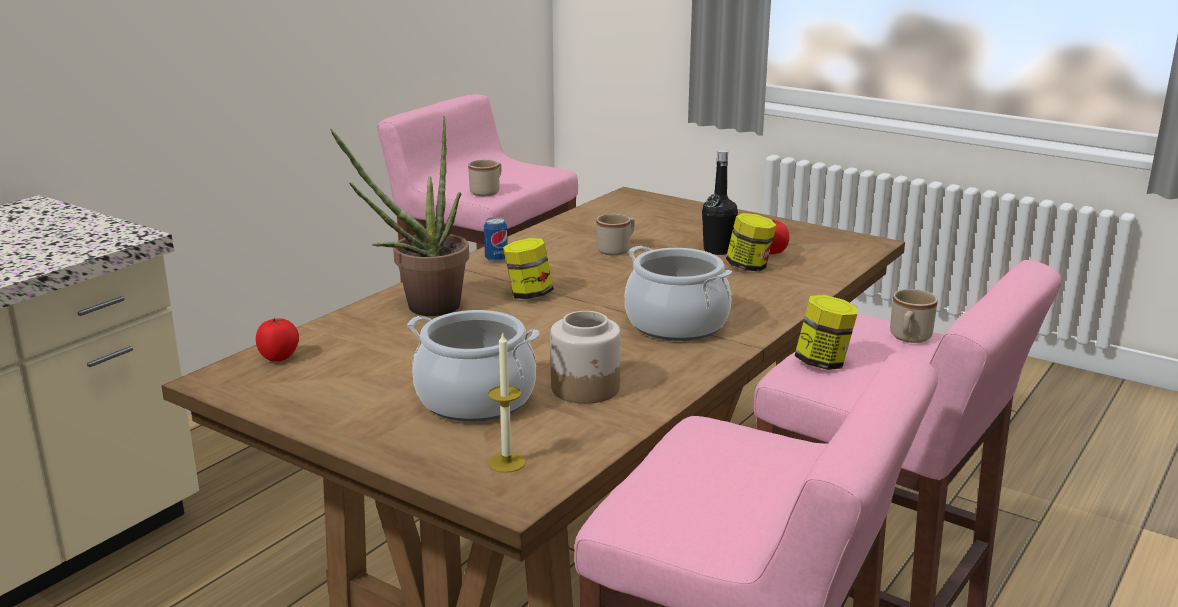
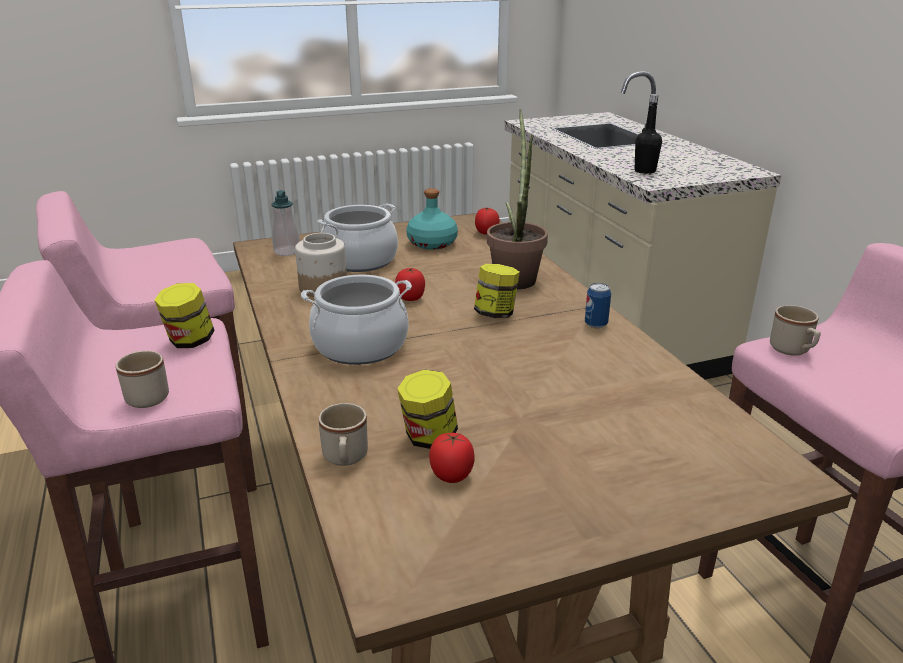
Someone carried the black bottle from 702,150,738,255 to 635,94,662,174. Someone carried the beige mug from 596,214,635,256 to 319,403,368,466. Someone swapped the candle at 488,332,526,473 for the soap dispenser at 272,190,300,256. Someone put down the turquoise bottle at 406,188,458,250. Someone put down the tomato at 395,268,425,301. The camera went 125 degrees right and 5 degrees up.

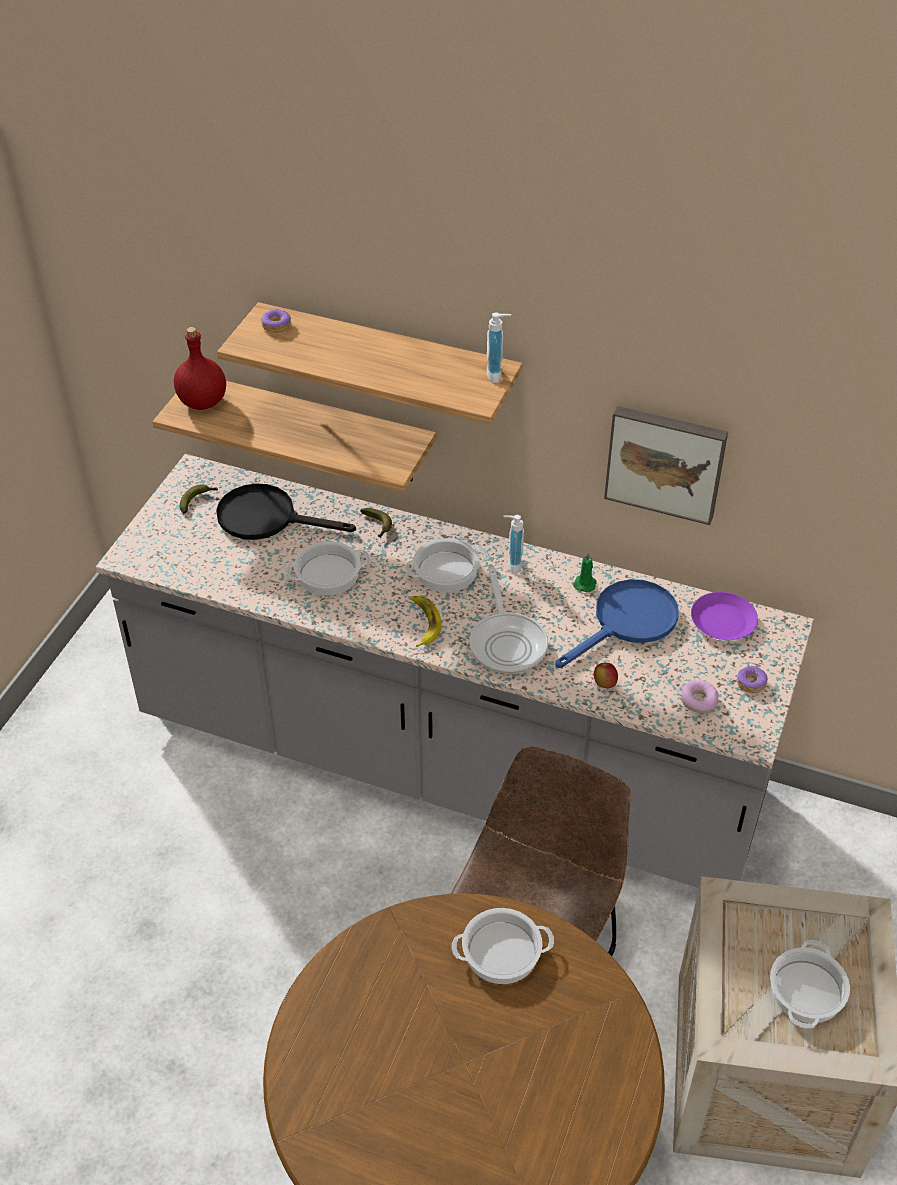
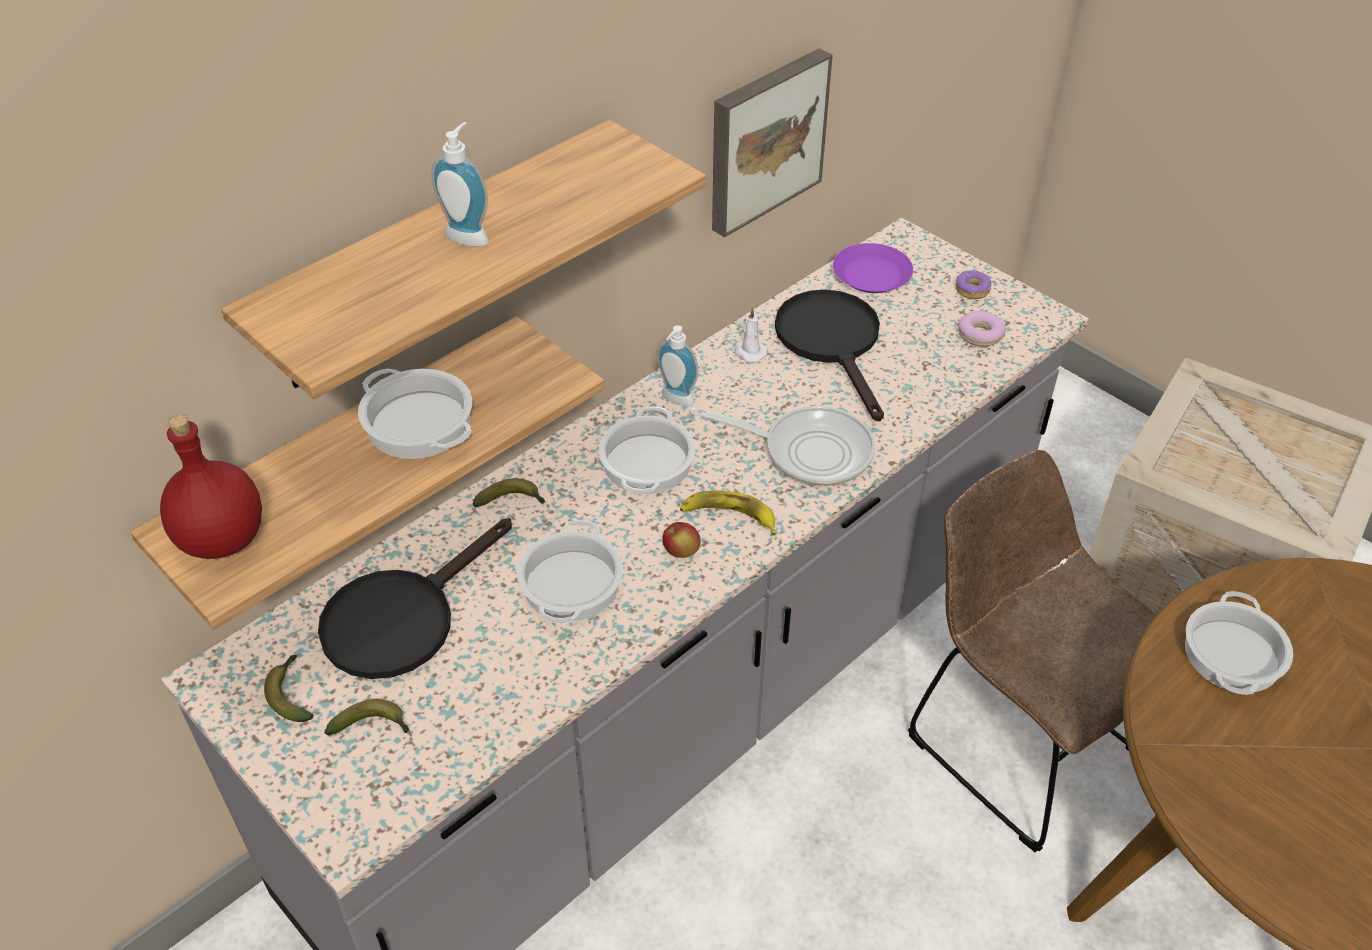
Someone took away the donut at 261,309,291,333. Someone carried the soap dispenser from 486,312,511,383 to 431,122,489,246. Someone repainted the green candle at 573,552,597,592, which became the white candle at 734,307,767,363. Someone repainted the blue frying pan at 555,579,679,668, which became the black frying pan at 775,289,884,421. Someone carried the apple from 594,663,618,688 to 662,522,701,558. Someone carried the cooking pot from 770,940,850,1029 to 358,369,472,459. Someone put down the banana at 325,699,410,736. The camera went 65 degrees left and 0 degrees up.

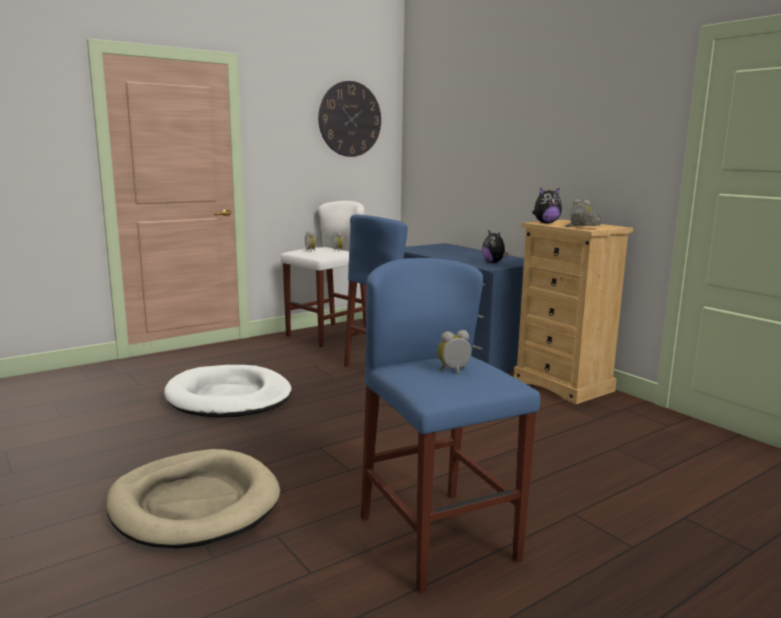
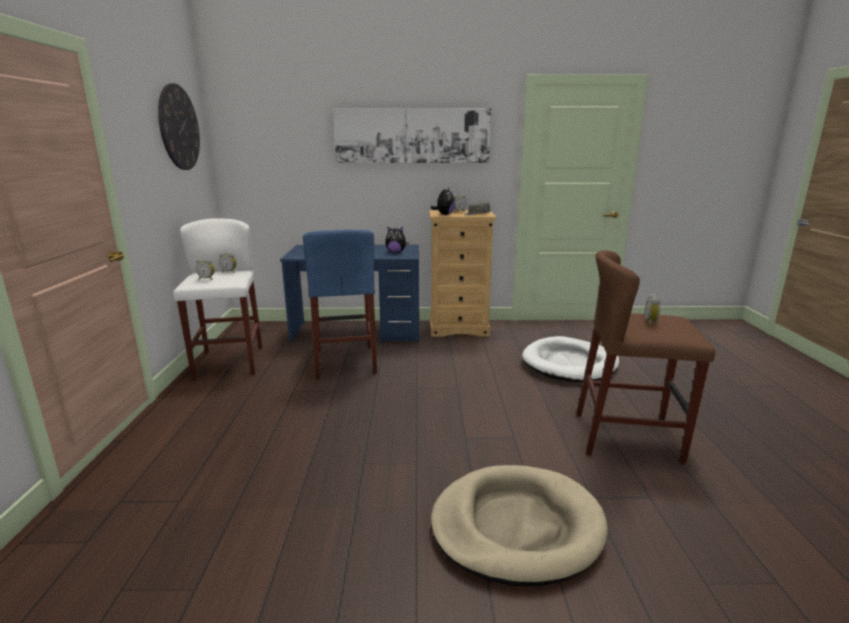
Someone repainted the blue stool at 361,258,541,593, which became the brown stool at 576,250,715,464. Someone carried the white dog bed from 164,365,292,417 to 522,336,620,382. Someone put up the picture at 333,108,491,163. The camera went 55 degrees left and 5 degrees up.

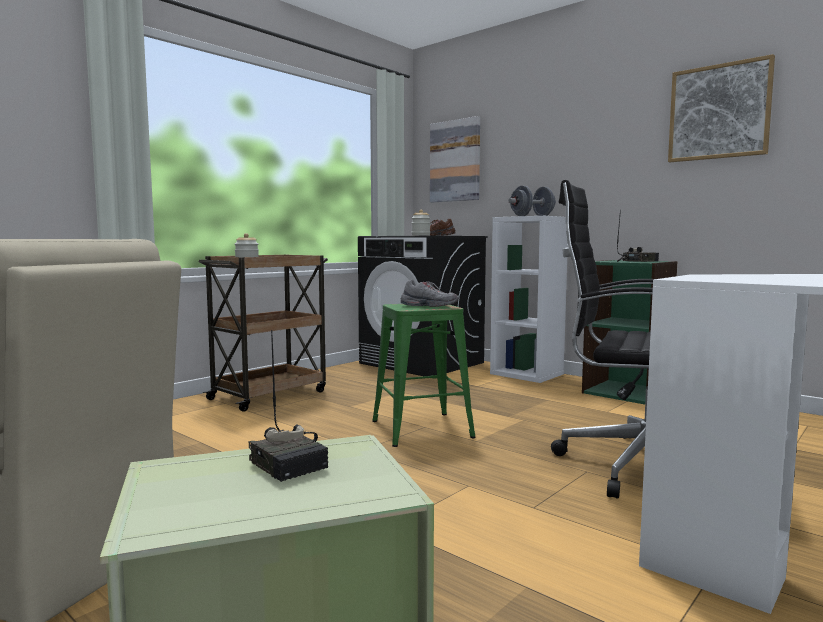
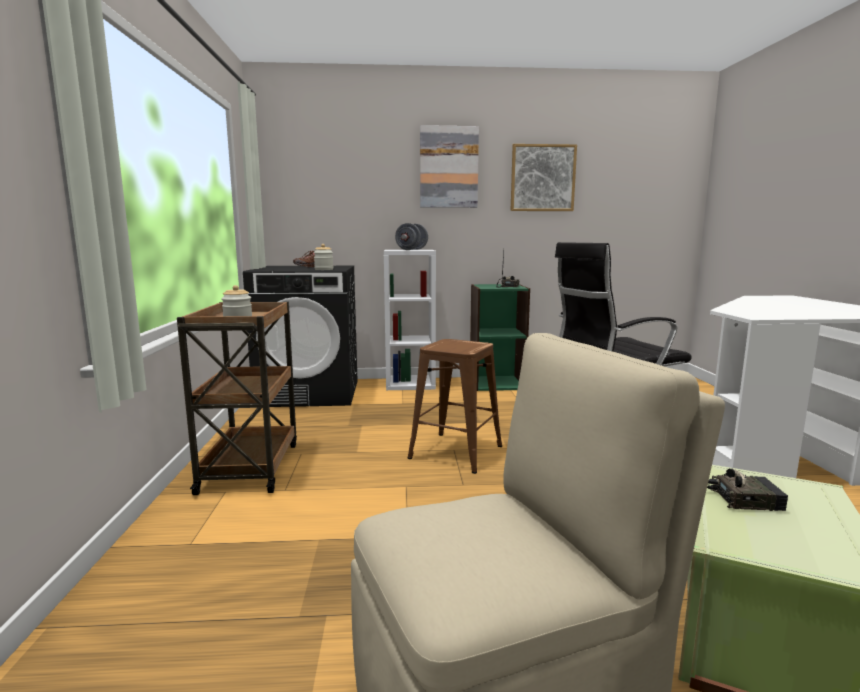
Someone carried the picture from 430,116,480,202 to 420,125,479,208. Someone took away the grey shoe at 401,280,459,307. Someone repainted the green stool at 372,304,476,447, which became the brown stool at 408,339,502,474. The camera went 45 degrees left and 5 degrees up.

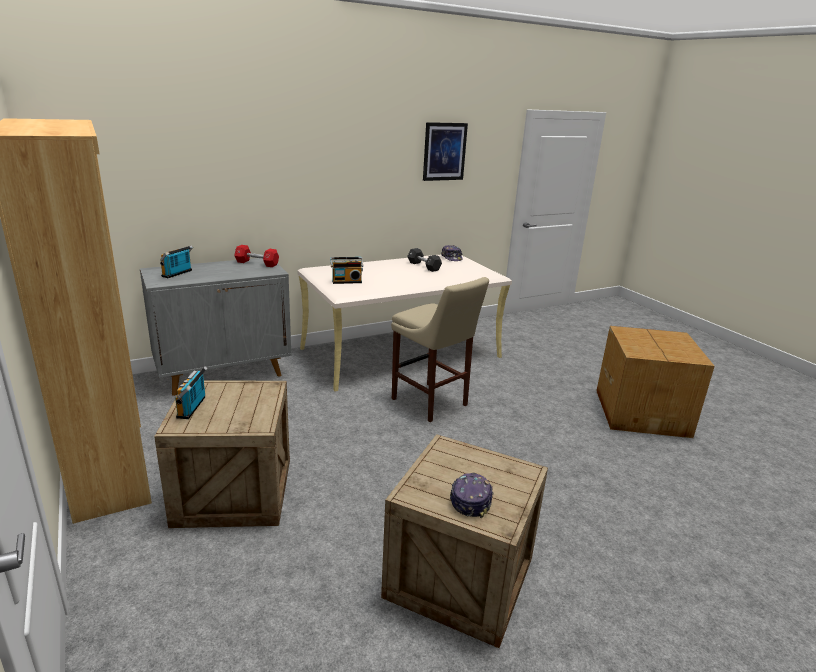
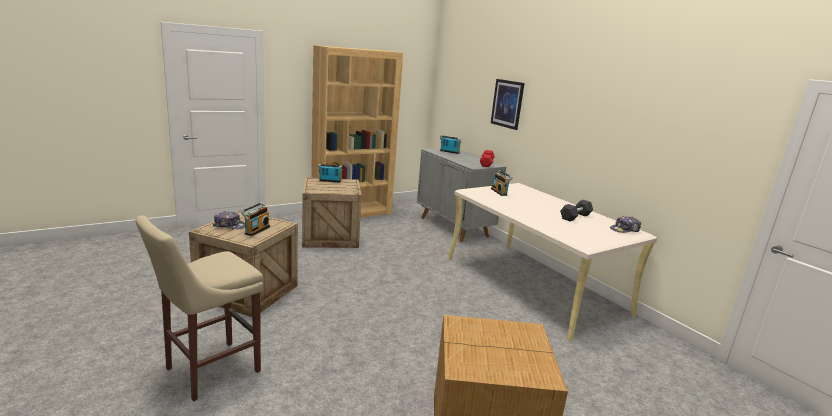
Someone carried the picture from 423,122,468,181 to 491,79,525,130. Someone carried the beige stool from 391,277,489,422 to 135,215,263,402. Someone put down the radio at 241,202,270,236. The camera went 85 degrees right and 5 degrees down.

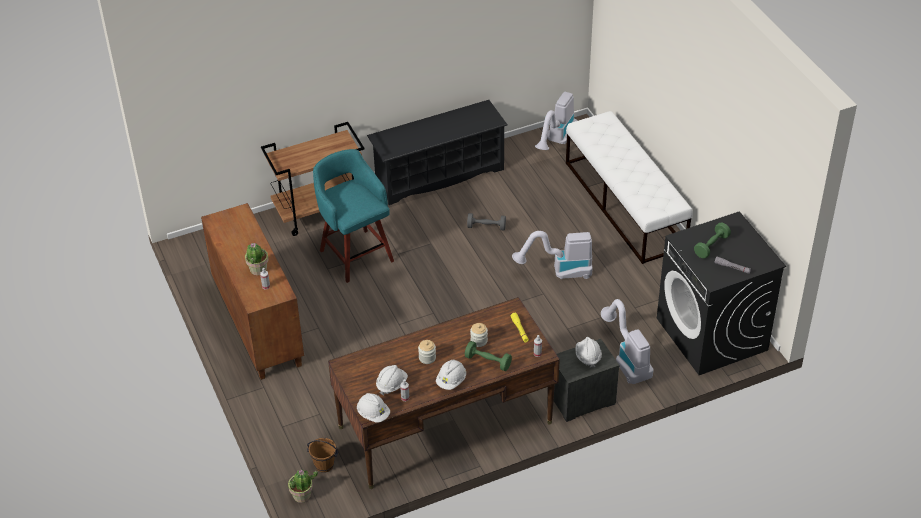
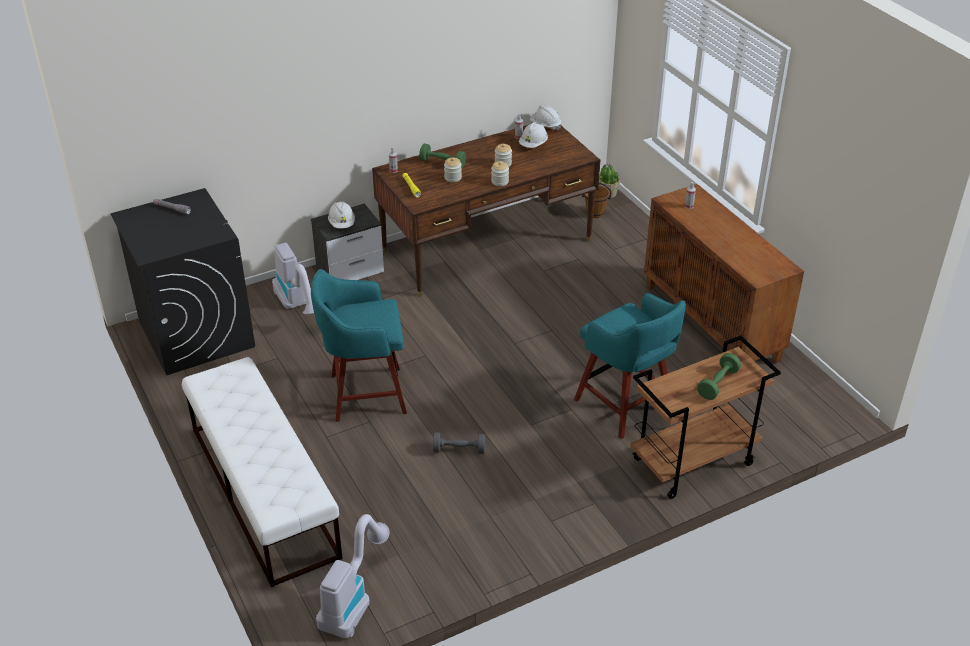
Someone took away the black shoe rack at 367,100,508,205. Someone carried the green dumbbell from 694,223,731,259 to 697,353,741,400. Someone swapped the vacuum cleaner at 512,231,593,279 for the turquoise stool at 311,269,407,422. Someone took away the potted plant at 245,243,269,275. Someone took away the white hard hat at 436,359,466,390. Someone put down the jar at 491,161,509,186. The camera went 175 degrees right and 5 degrees down.

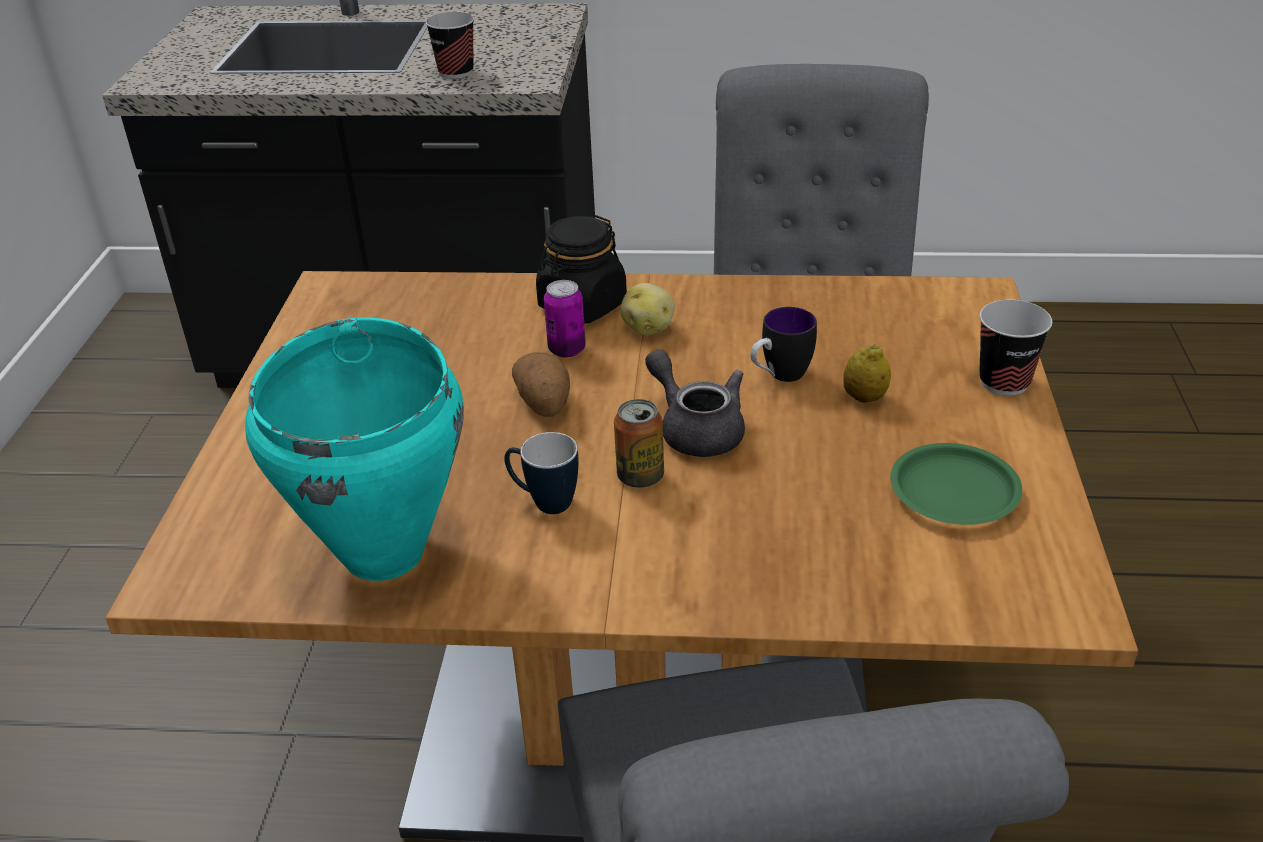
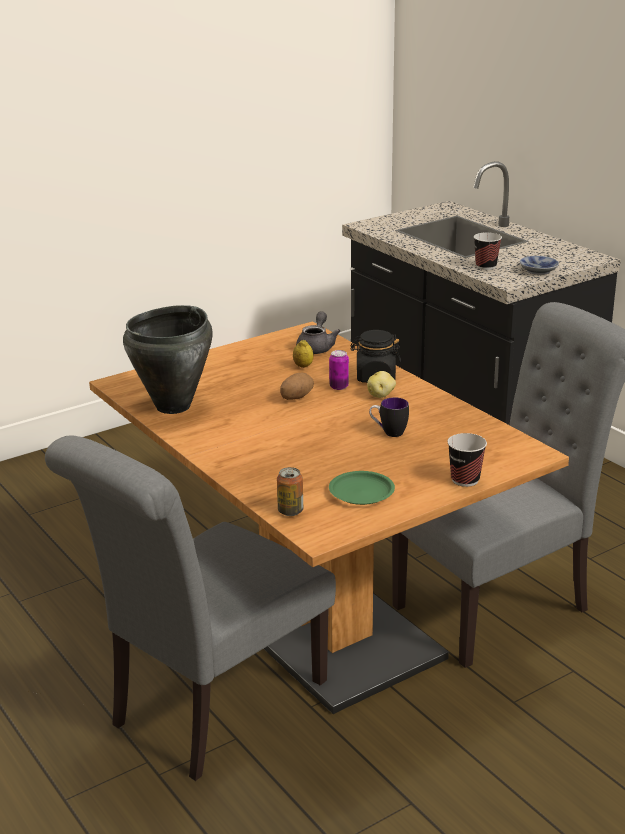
Someone repainted the turquoise cooking pot at 245,317,464,581, which became the black cooking pot at 123,305,213,414. Someone carried the lemon from 843,344,891,402 to 293,340,313,368. Someone carried the grey teapot from 645,349,745,457 to 296,311,341,354. Someone carried the can from 614,399,664,488 to 277,467,303,516. Someone took away the mug at 504,432,578,514. Someone put down the bowl at 520,256,559,275. The camera went 50 degrees right and 10 degrees down.

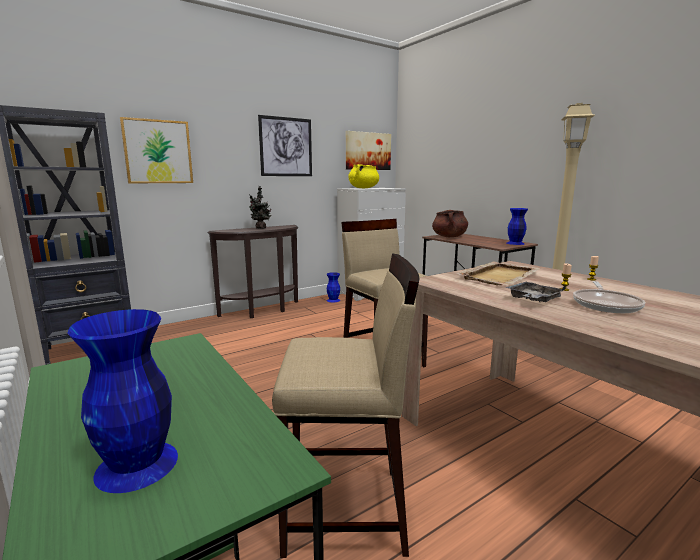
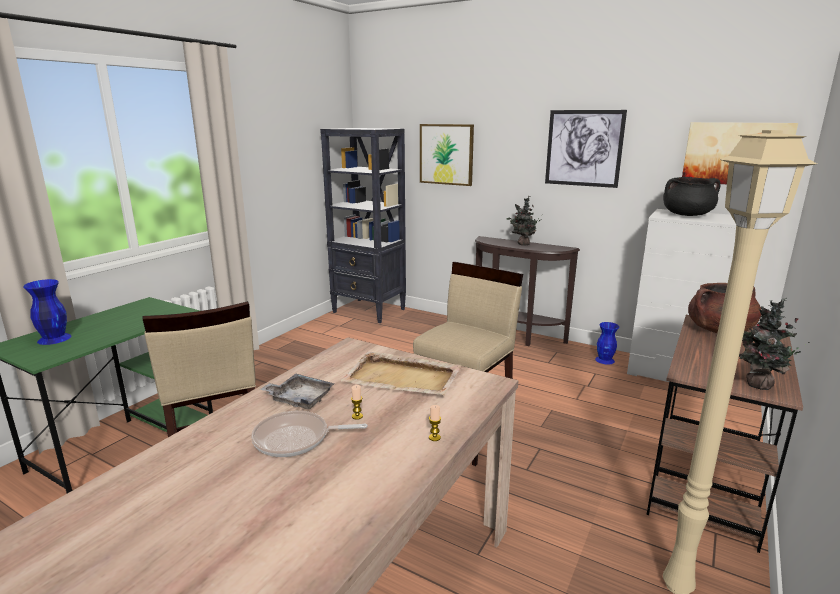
Someone repainted the yellow cooking pot at 348,164,379,188, which became the black cooking pot at 663,177,721,216. Someone swapped the blue vase at 507,208,528,245 for the potted plant at 739,298,810,390. The camera went 65 degrees right and 5 degrees up.

